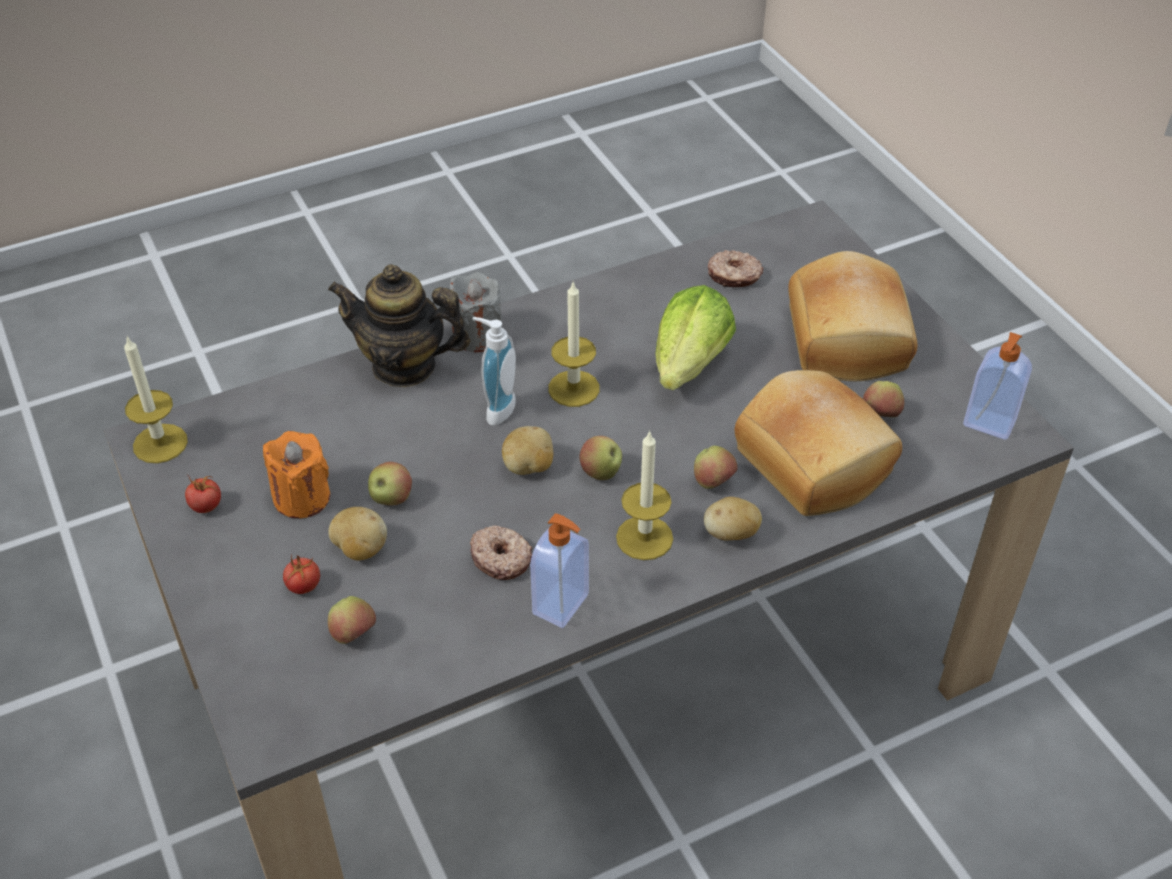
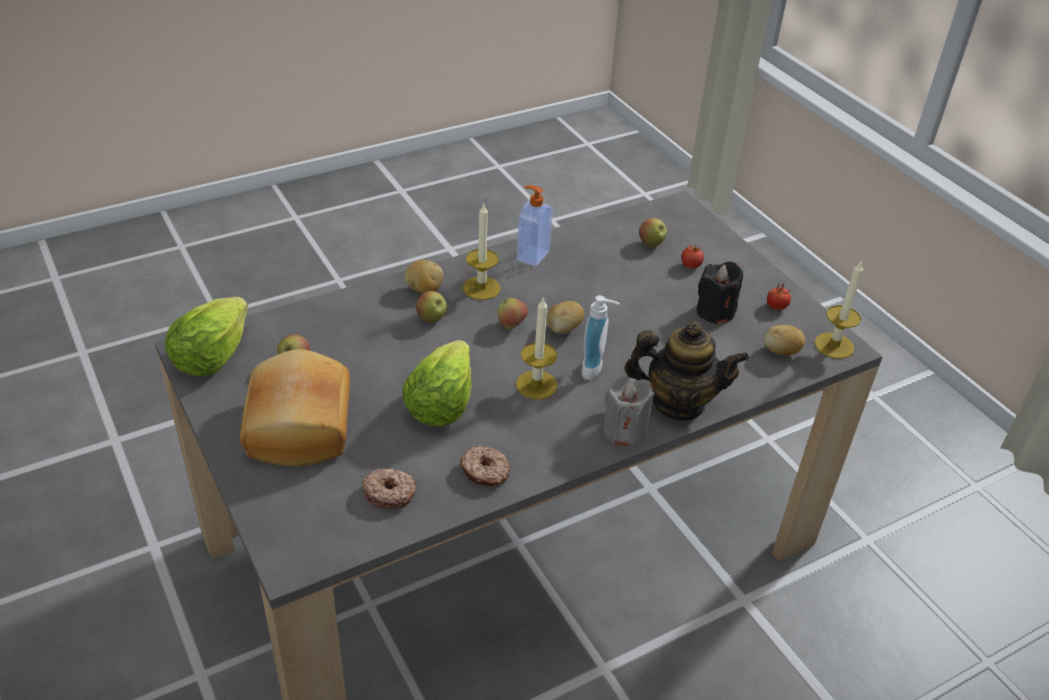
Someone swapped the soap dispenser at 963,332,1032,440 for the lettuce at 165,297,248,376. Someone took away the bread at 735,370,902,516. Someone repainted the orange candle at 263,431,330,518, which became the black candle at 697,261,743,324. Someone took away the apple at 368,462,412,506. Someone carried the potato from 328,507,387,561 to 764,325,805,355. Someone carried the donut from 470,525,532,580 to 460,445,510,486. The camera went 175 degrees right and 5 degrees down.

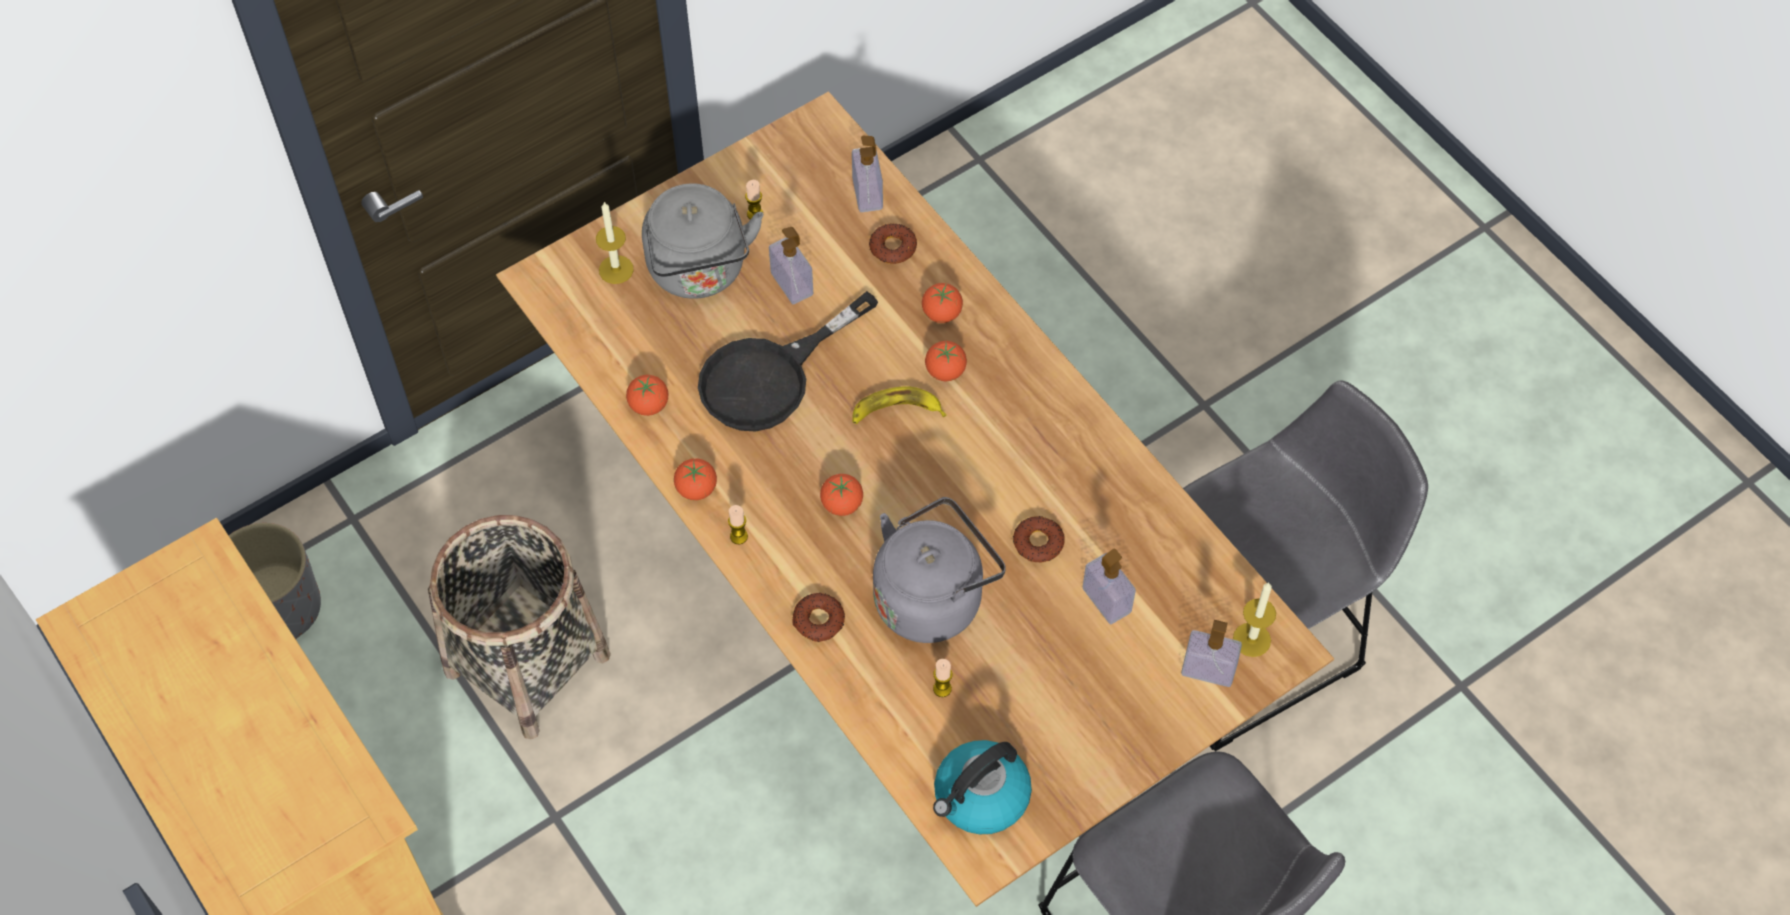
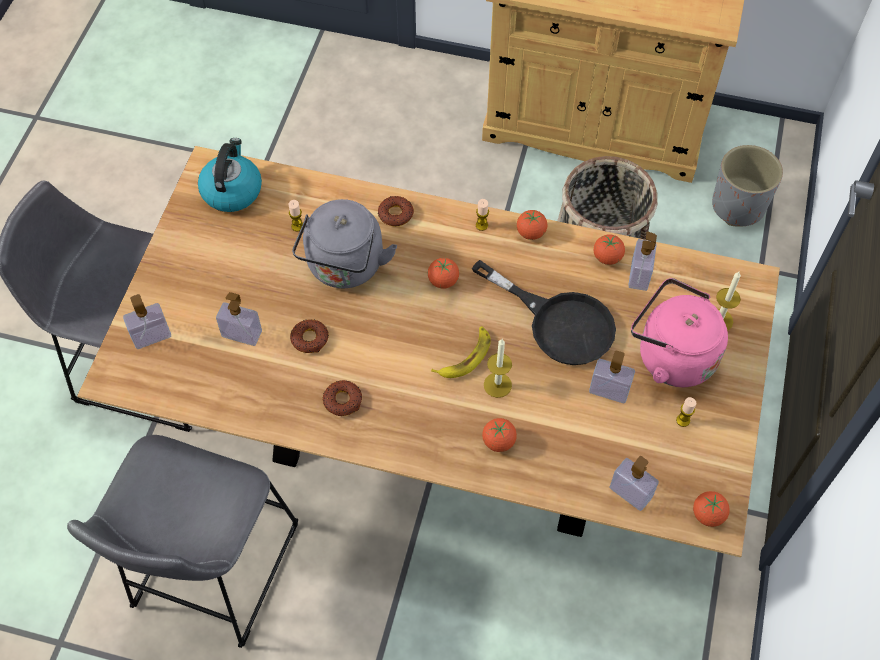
Someone repainted the grey kettle at 642,184,763,299, which became the pink kettle at 631,278,728,387. Someone carried the donut from 869,223,917,264 to 322,380,362,416. Someone rotated the black frying pan at 698,291,878,431 by 120 degrees clockwise. Someone carried the tomato from 925,341,967,381 to 693,491,730,527. Someone carried the candle from 1233,583,1276,657 to 484,339,512,398. Someone put down the soap dispenser at 629,232,657,291. The camera went 140 degrees right and 0 degrees up.

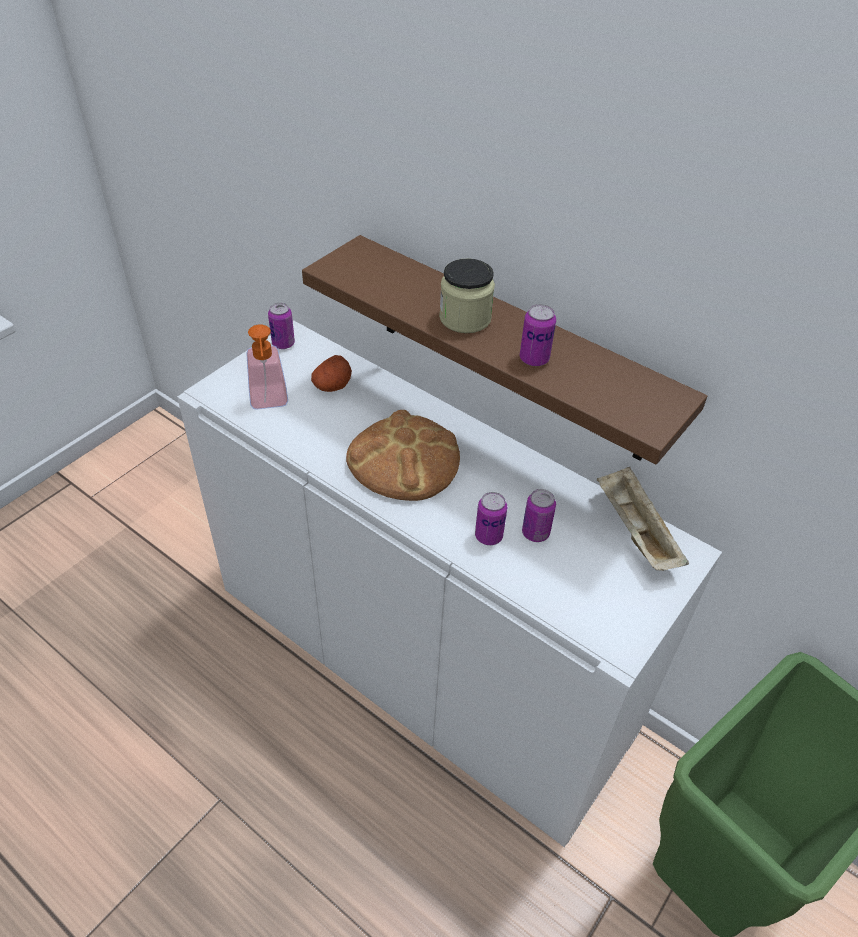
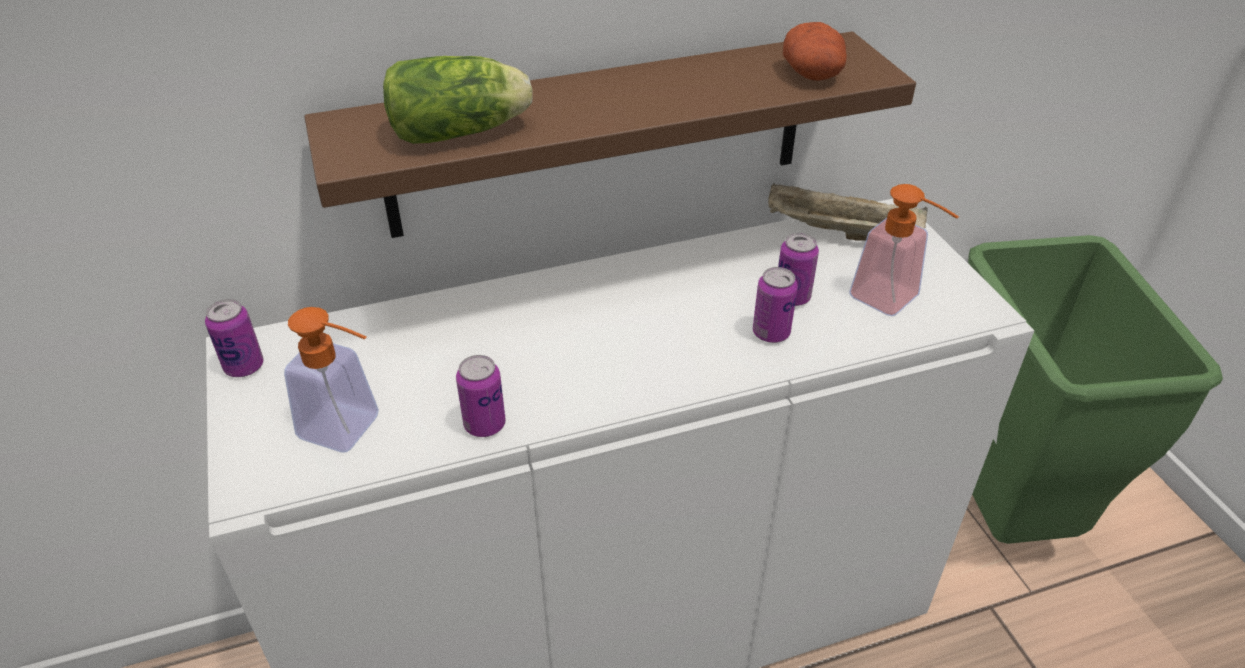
Someone took away the jar at 439,258,495,333. Someone carried the can from 520,304,556,366 to 456,355,506,437. Someone carried the potato from 311,355,352,392 to 783,22,847,81. Someone took away the bread at 346,409,460,501. Someone put down the lettuce at 383,56,532,144. Someone put down the soap dispenser at 849,184,959,316. The camera went 55 degrees left and 5 degrees down.

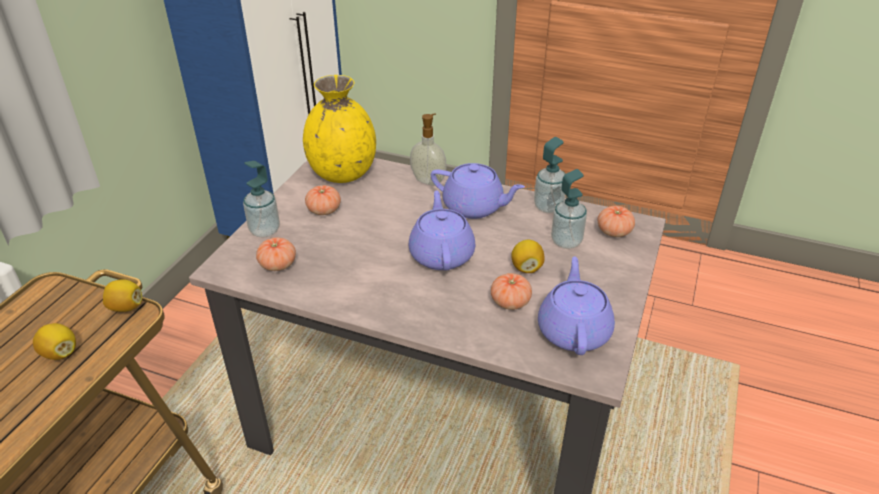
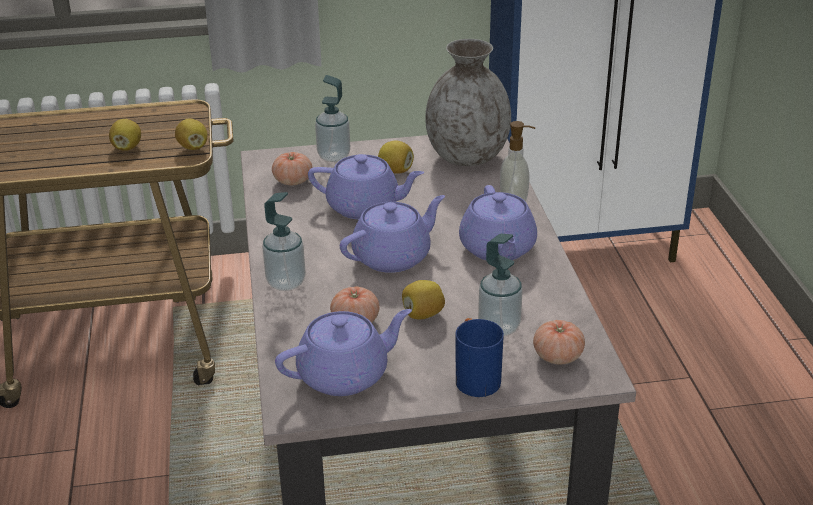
Someone repainted the yellow vase at 303,75,376,183, which became the grey vase at 425,39,511,166. Someone carried the soap dispenser from 534,137,566,213 to 262,192,306,291. Someone swapped the tomato at 305,185,341,215 for the lemon at 378,140,414,174. Someone put down the purple teapot at 308,154,424,219. Someone put down the blue mug at 456,318,504,397. The camera went 60 degrees right and 5 degrees down.

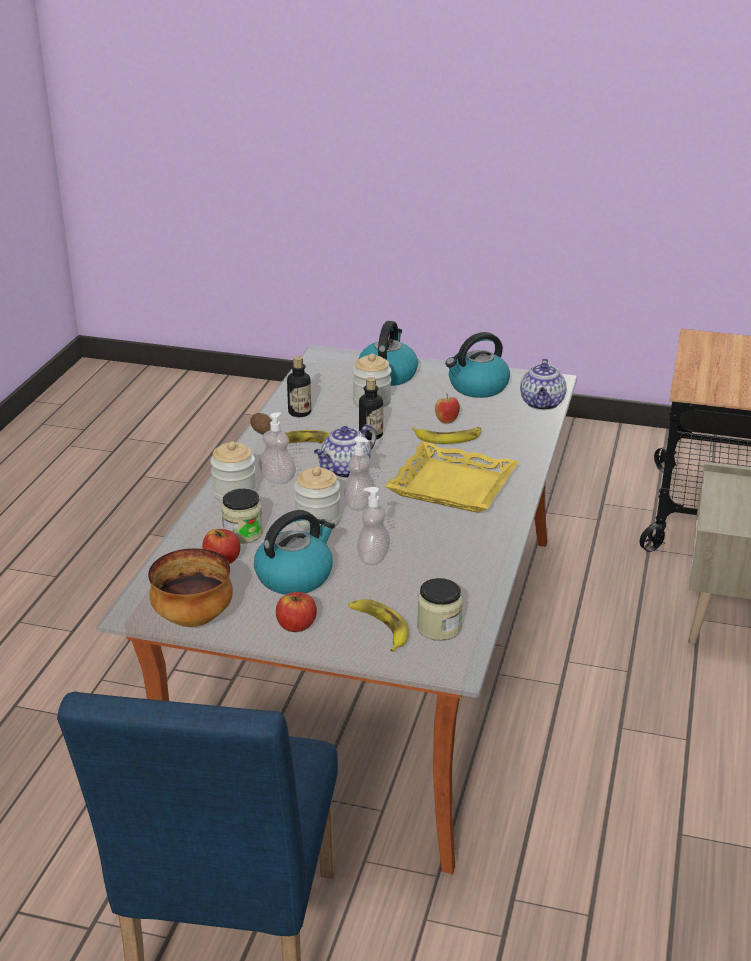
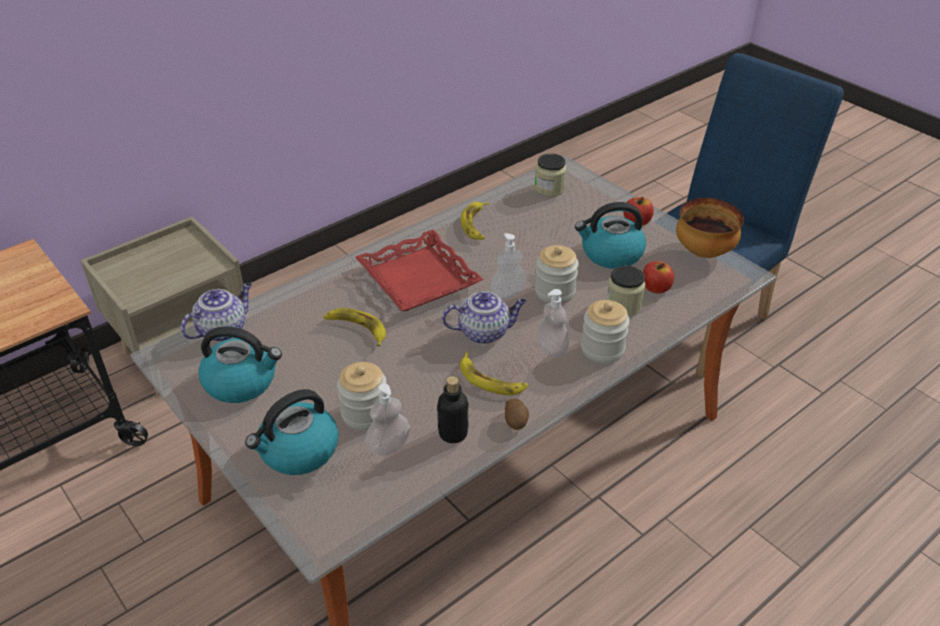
Someone took away the bottle at 359,377,383,440. Someone took away the apple at 435,393,460,424. Someone repainted the yellow tray at 385,442,519,513, which became the red tray at 355,230,484,311. Someone carried the soap dispenser from 357,487,390,565 to 365,384,410,456. Someone carried the banana from 349,599,409,652 to 461,202,489,240. The camera went 145 degrees left and 10 degrees up.

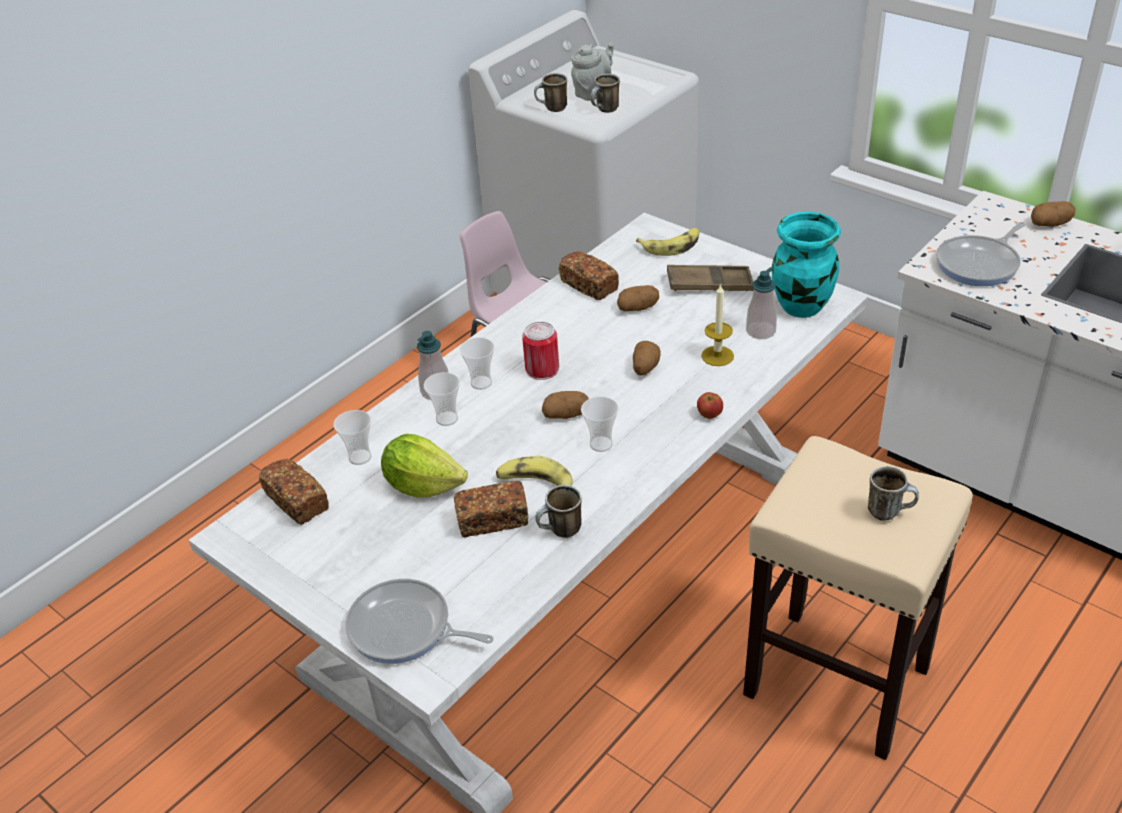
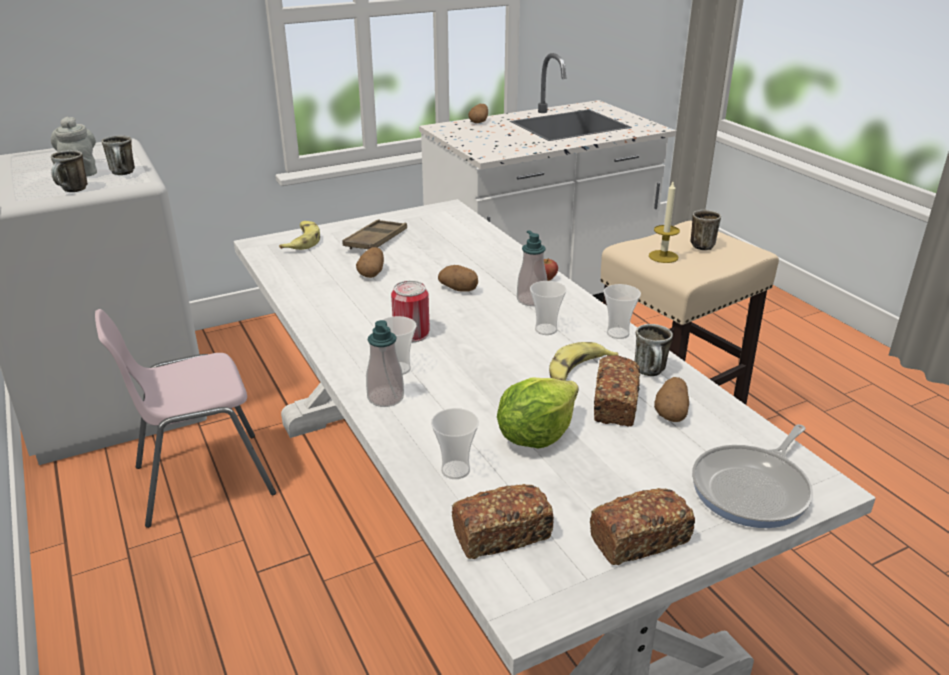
Someone took away the turquoise vase at 772,212,841,318. Someone took away the frying pan at 936,222,1026,286. Someone carried the bread from 559,251,619,300 to 590,488,695,565. Someone carried the soap dispenser from 746,267,777,339 to 517,230,547,306. Someone carried the candle from 701,284,734,366 to 649,182,680,263. Someone carried the cup from 424,372,460,426 to 603,284,641,339. Someone carried the potato from 542,391,589,419 to 654,377,689,422. The camera went 70 degrees left and 10 degrees down.

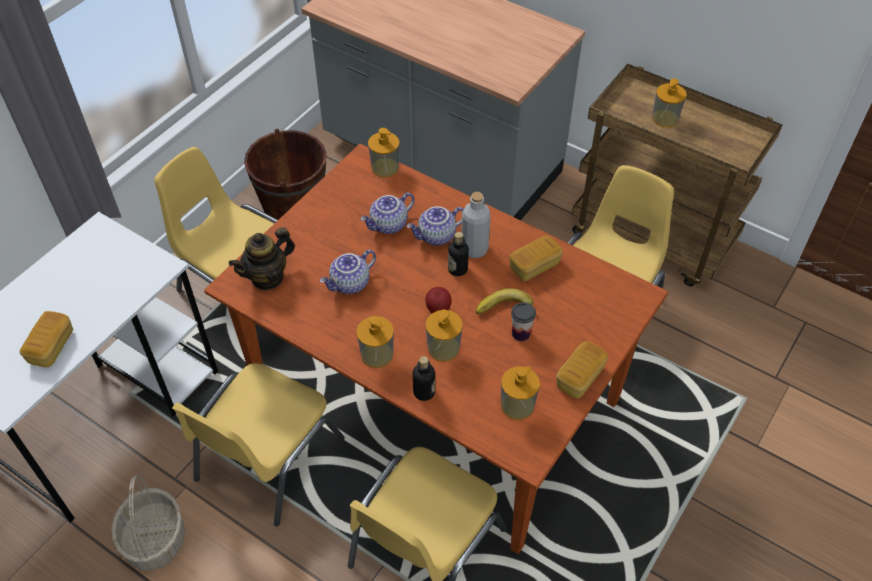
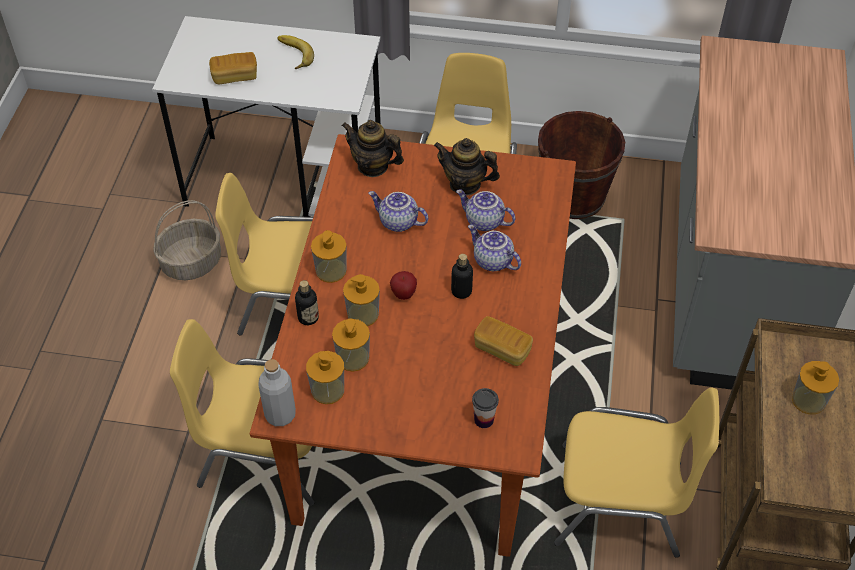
Someone carried the soap dispenser from 368,128,400,178 to 332,318,370,372. Someone carried the grey bottle from 461,192,491,258 to 258,359,296,426. Someone carried the banana from 476,288,533,314 to 277,35,314,69. Someone carried the cup from 511,302,536,341 to 472,388,499,428. Someone took away the bread at 556,341,608,398. Someone put down the teapot at 434,138,500,195. The camera went 65 degrees right and 0 degrees up.

